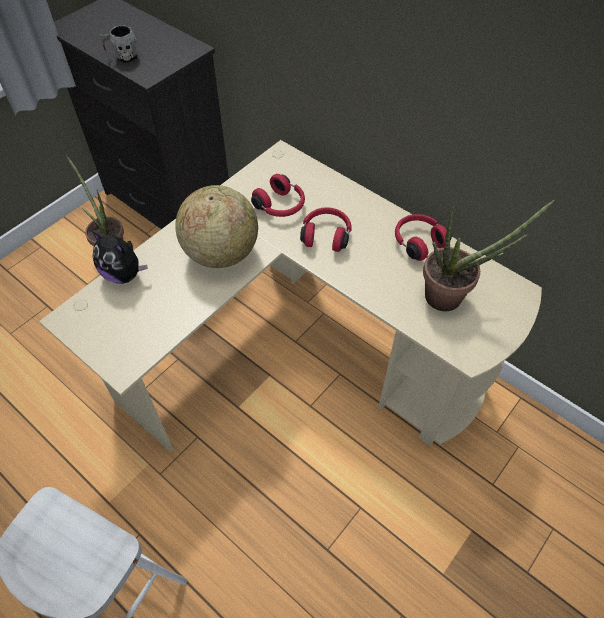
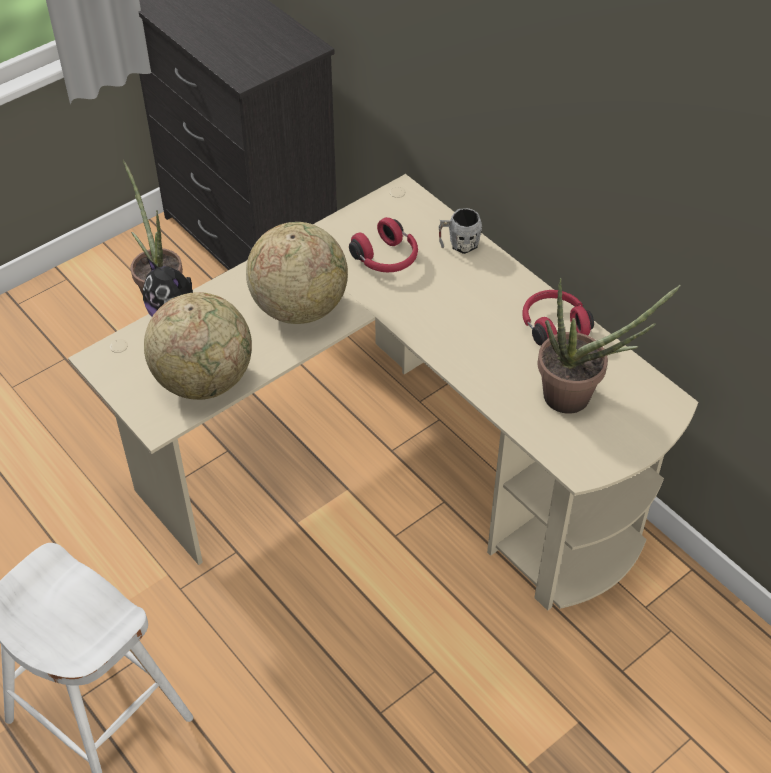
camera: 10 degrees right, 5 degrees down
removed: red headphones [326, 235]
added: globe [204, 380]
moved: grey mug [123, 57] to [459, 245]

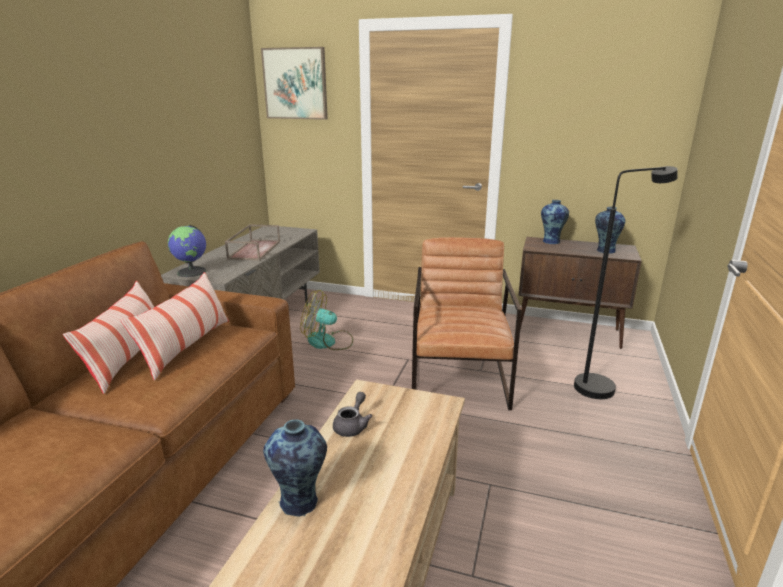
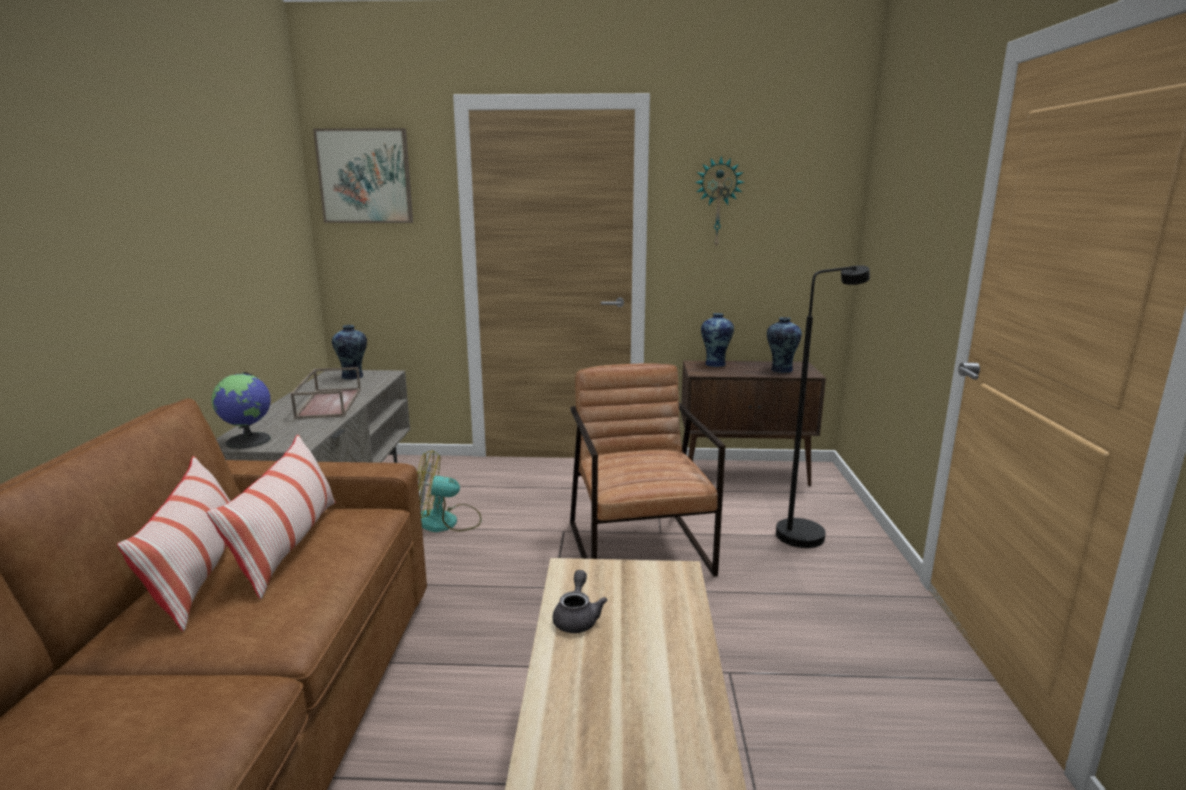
camera: 15 degrees left, 5 degrees down
added: wall clock [718, 202]
moved: vase [300, 503] to [353, 377]

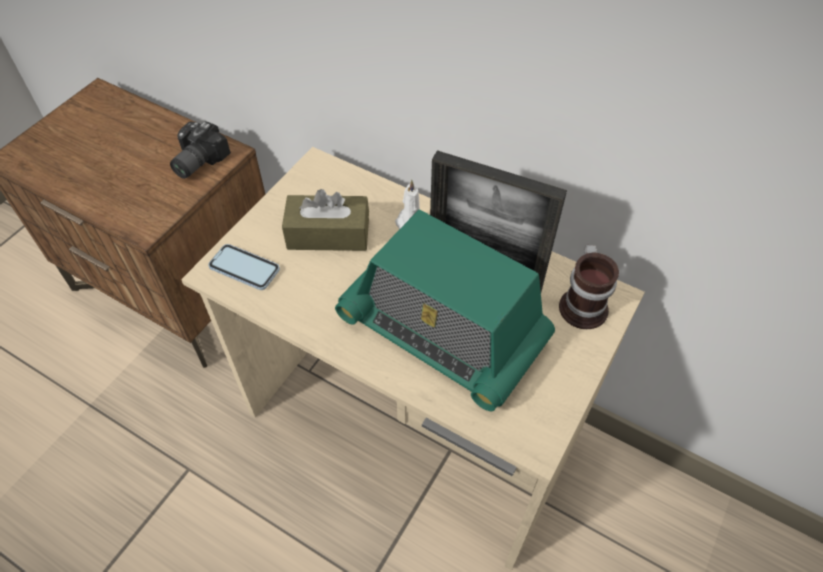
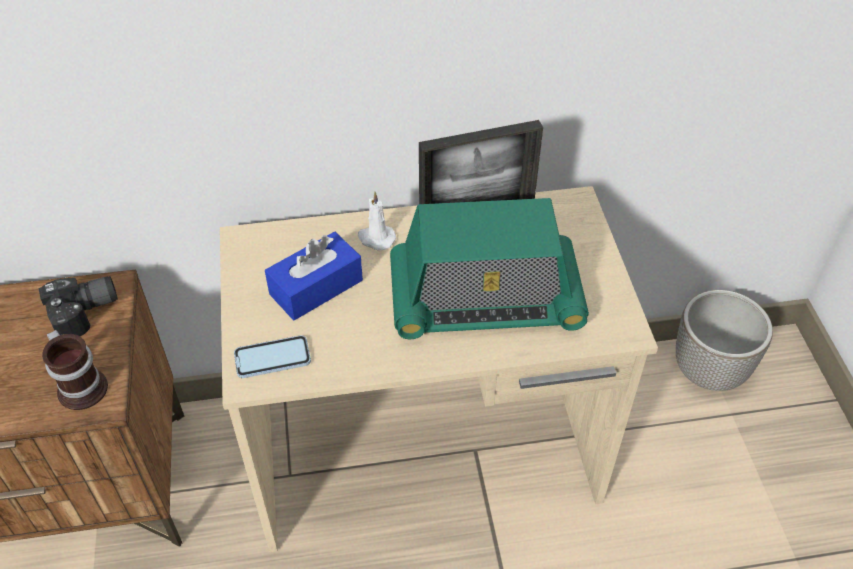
camera: 40 degrees left, 5 degrees down
added: planter [707, 370]
moved: mug [585, 304] to [82, 384]
recoloured: brown tissue box [328, 234] to blue tissue box [316, 287]
turned: photo camera [196, 161] = [86, 314] 105 degrees counterclockwise

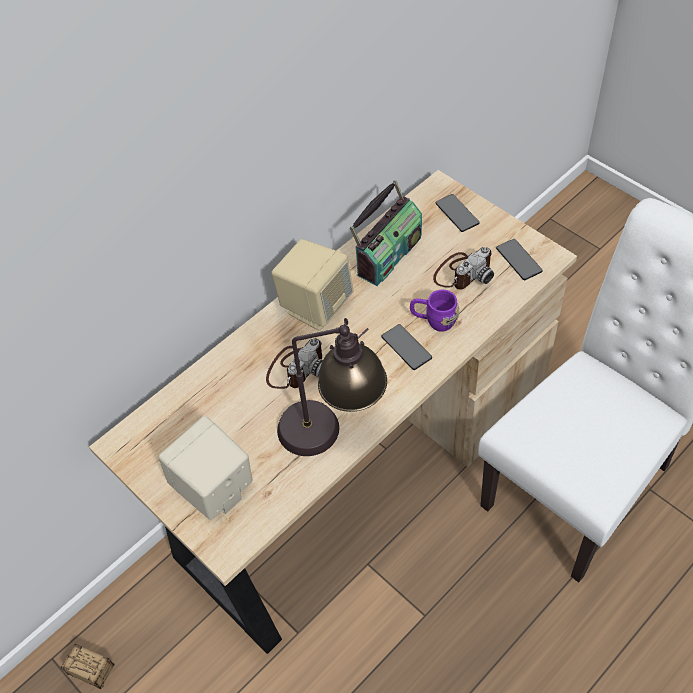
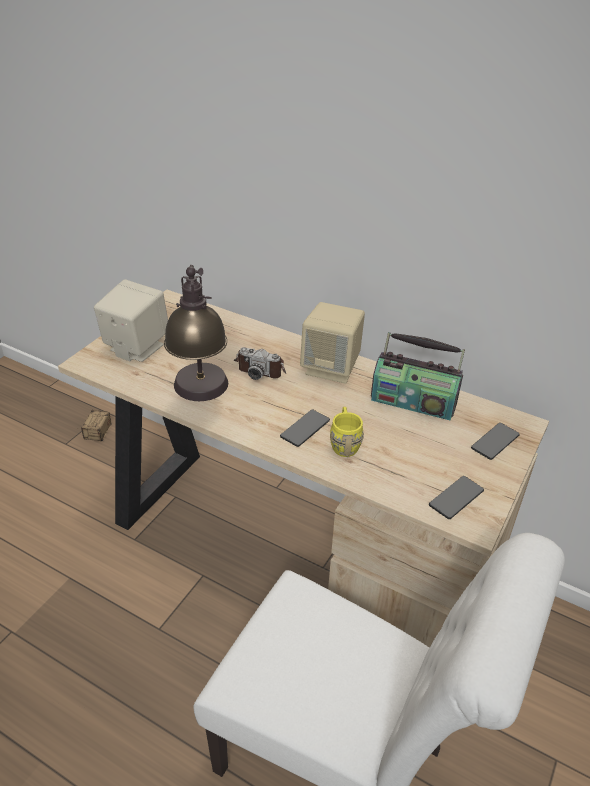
camera: 70 degrees right, 15 degrees down
removed: photo camera [463, 272]
recoloured: purple mug [434, 321] to yellow mug [344, 443]

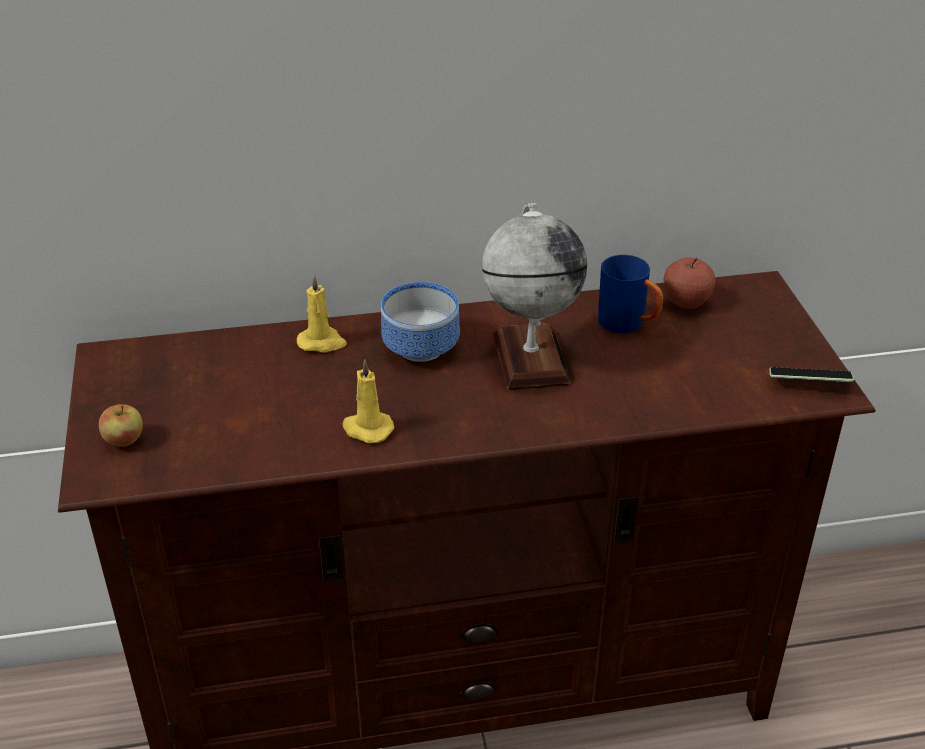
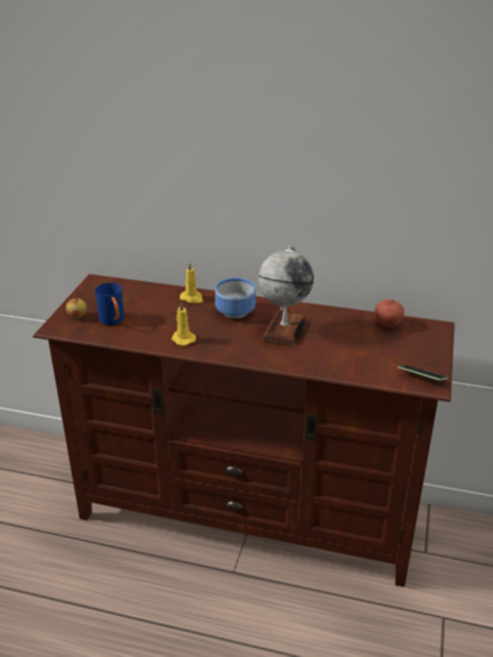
camera: 25 degrees right, 5 degrees down
moved: blue mug [629, 324] to [113, 321]

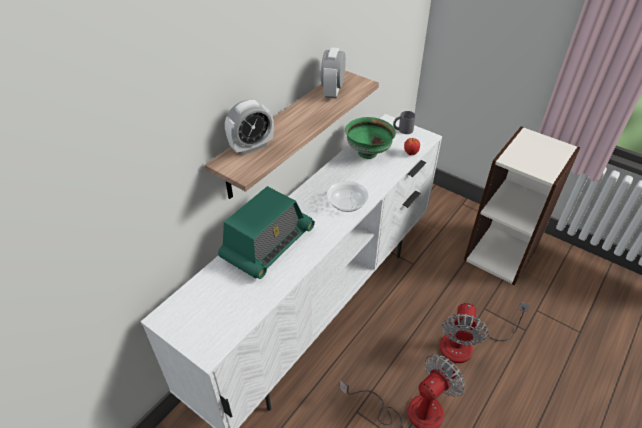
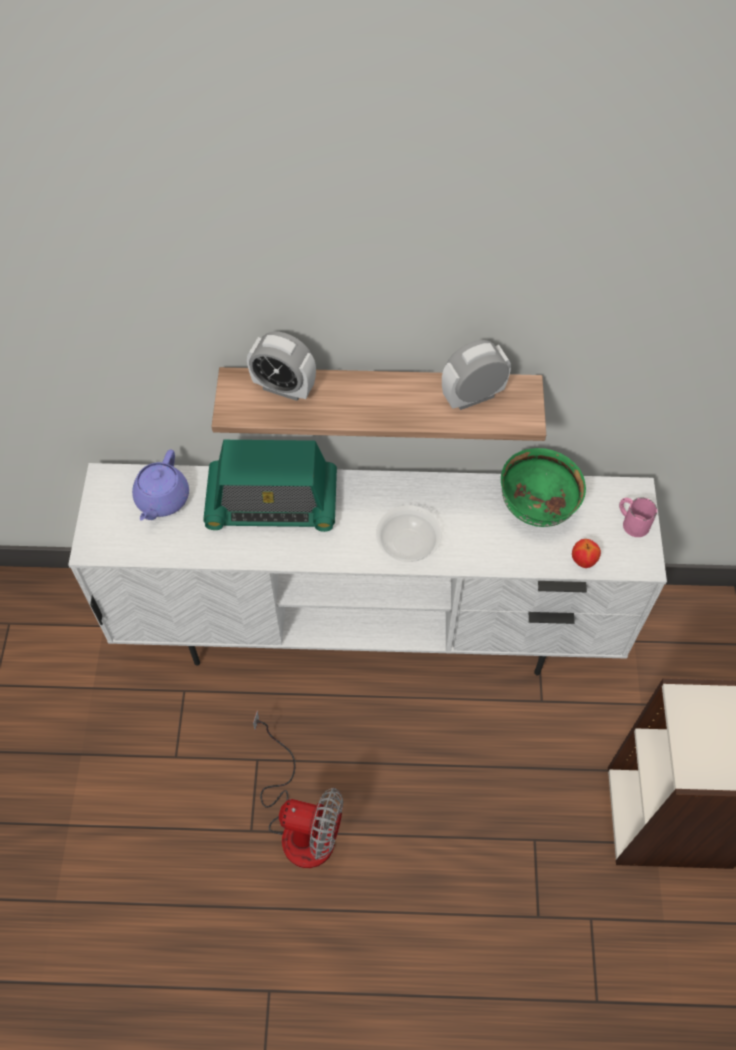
camera: 55 degrees right, 15 degrees up
removed: fan [467, 344]
added: purple teapot [162, 500]
recoloured: grey mug [402, 130] to pink mug [631, 522]

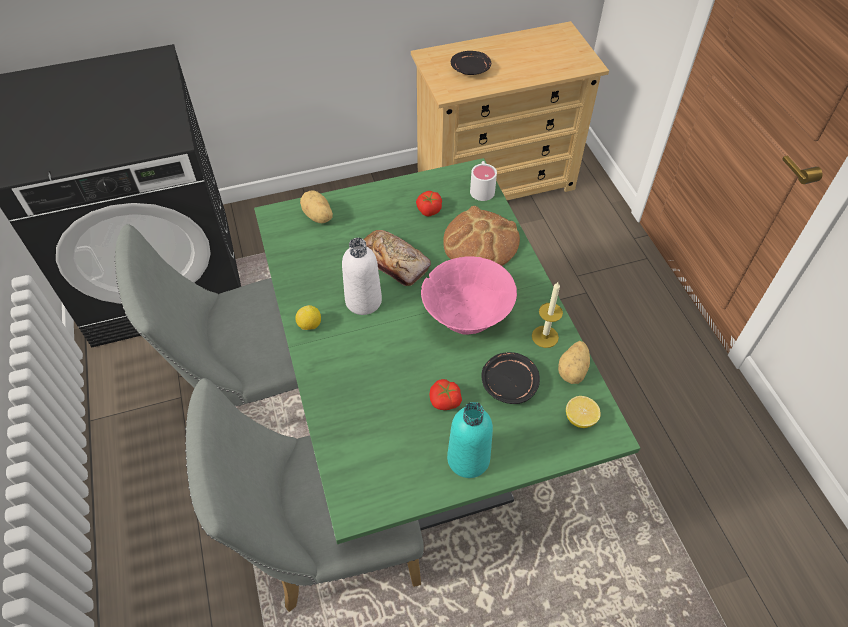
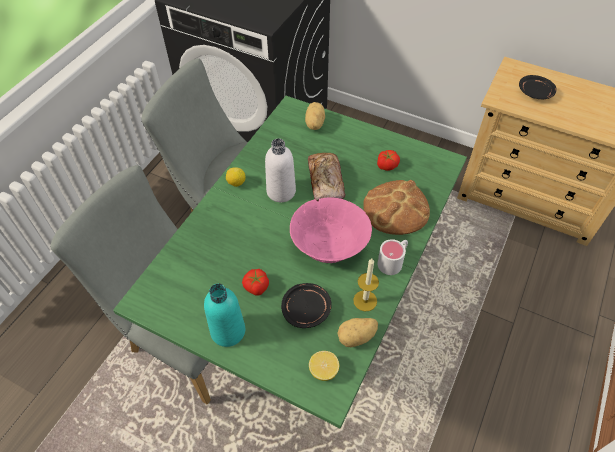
camera: 45 degrees right, 0 degrees up
moved: white mug [482, 188] to [393, 261]

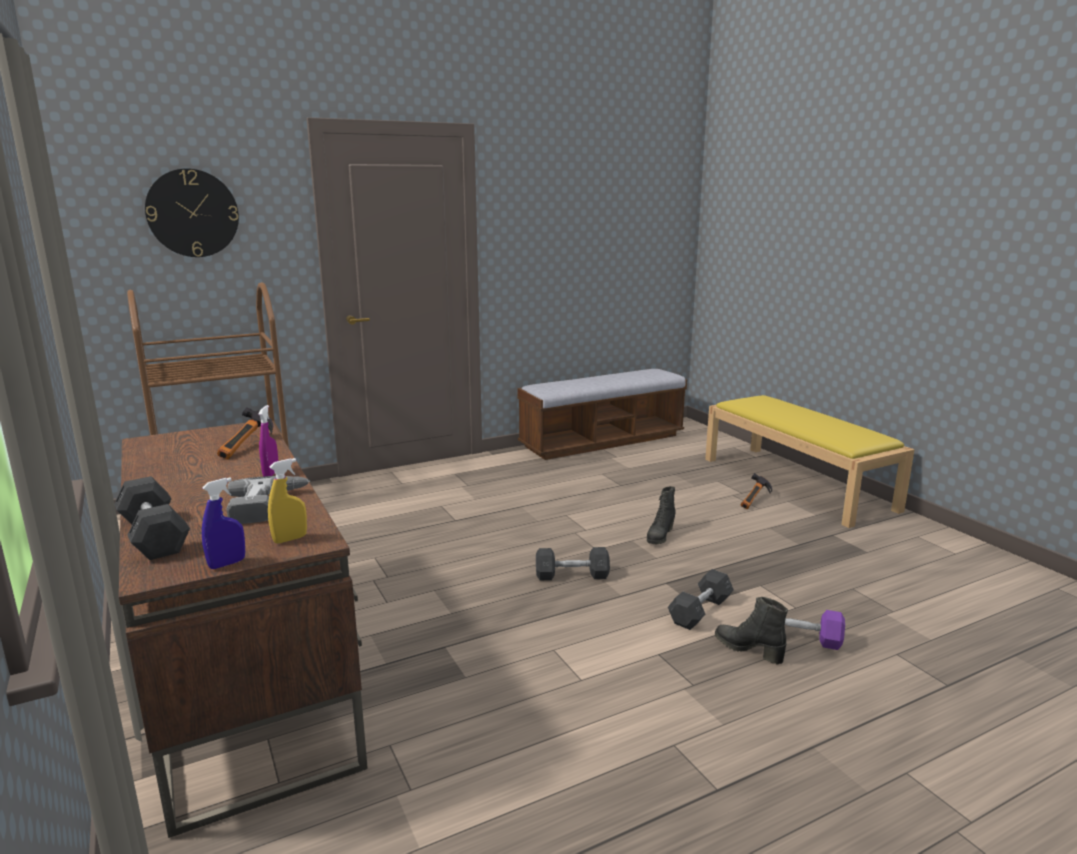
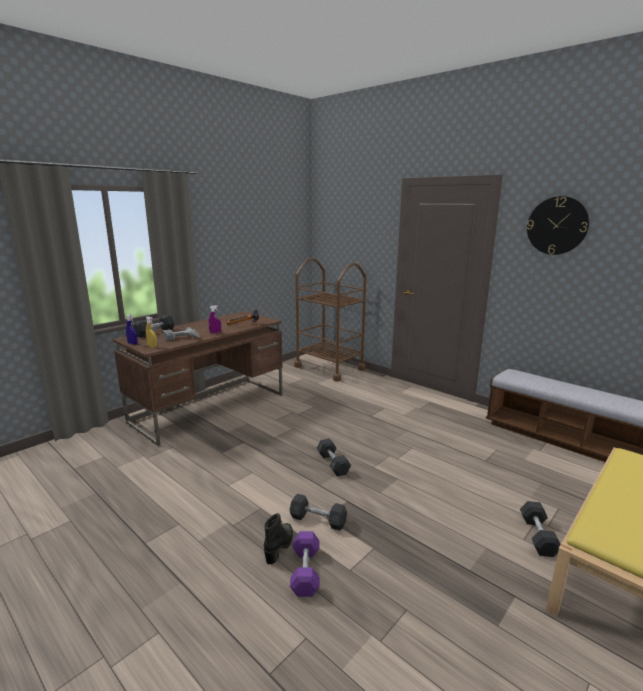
camera: 70 degrees right, 0 degrees up
removed: black boot [660, 536]
moved: wall clock [192, 213] to [557, 225]
replaced: hammer [756, 501] to grey dumbbell [538, 536]

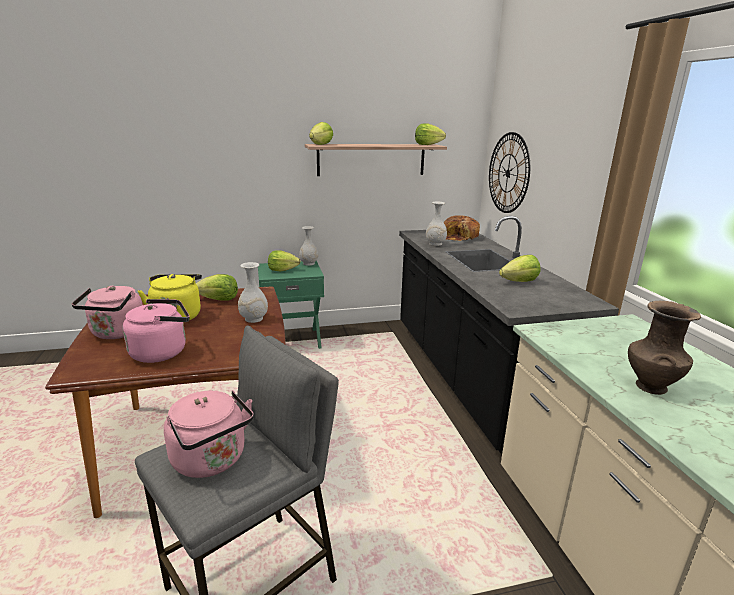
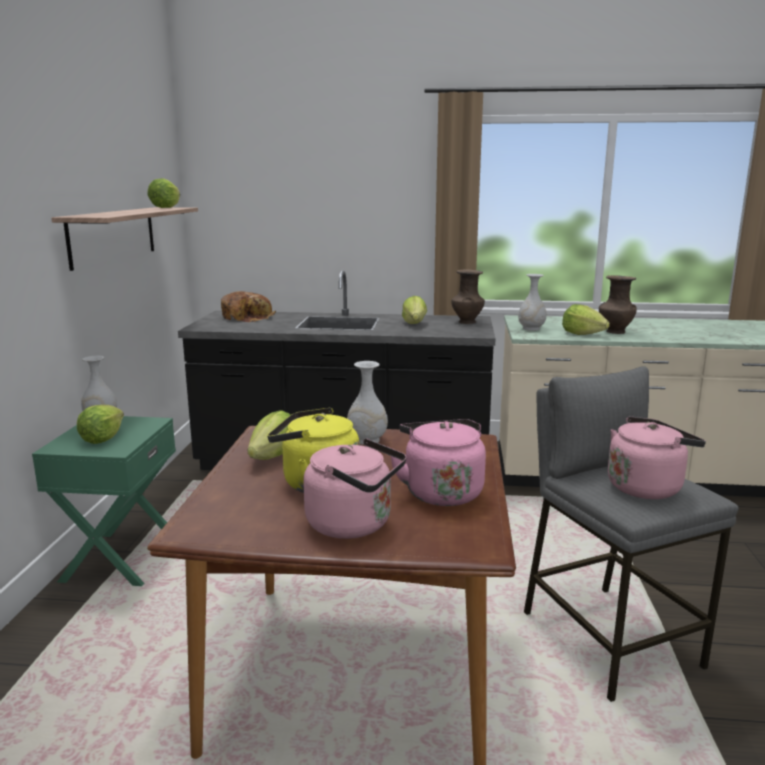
camera: 70 degrees left, 5 degrees down
removed: wall clock [508, 173]
added: brown vase [467, 322]
moved: white vase [435, 244] to [531, 329]; lettuce [320, 144] to [582, 334]

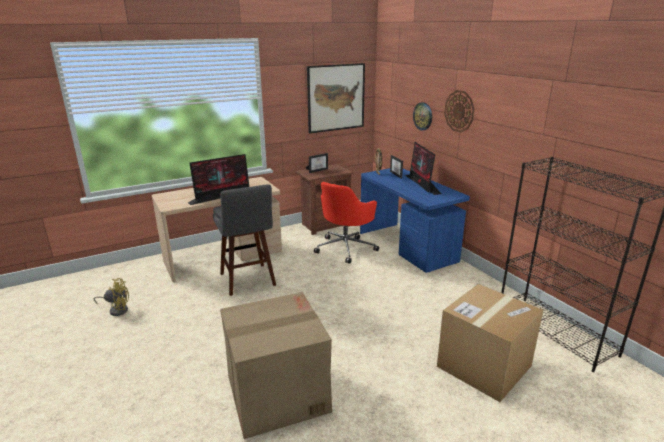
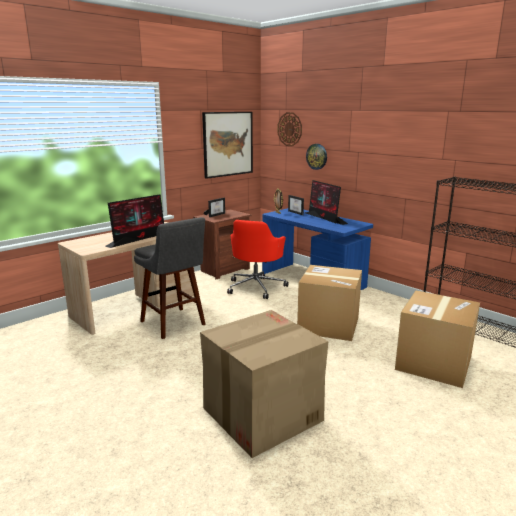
camera: 15 degrees left, 5 degrees down
removed: yellow fan [117, 309]
added: cardboard box [328, 325]
moved: wall clock [459, 111] to [289, 129]

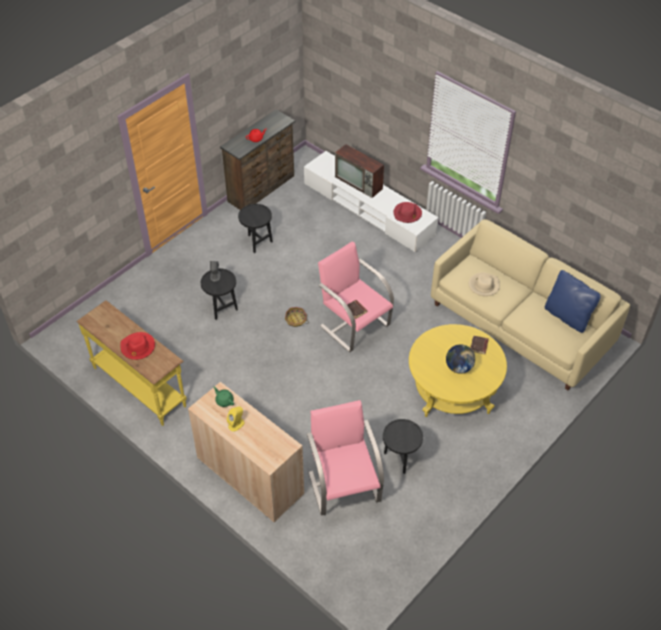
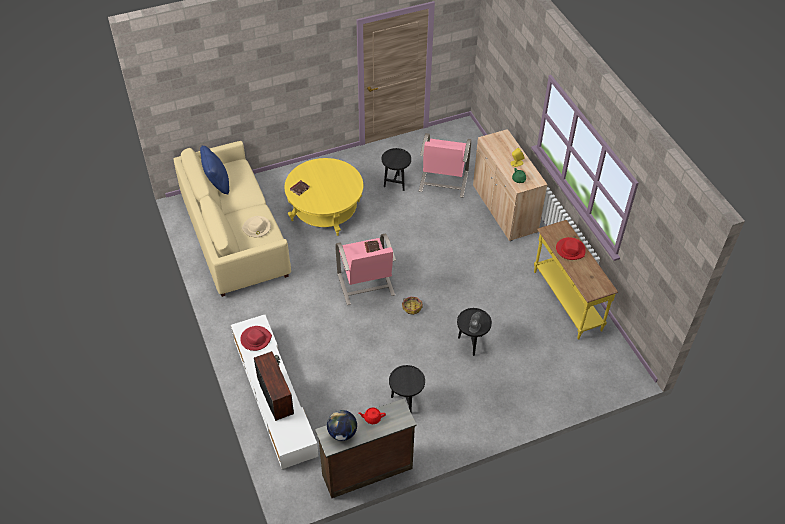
camera: 155 degrees left, 0 degrees up
moved: globe [459, 367] to [342, 433]

